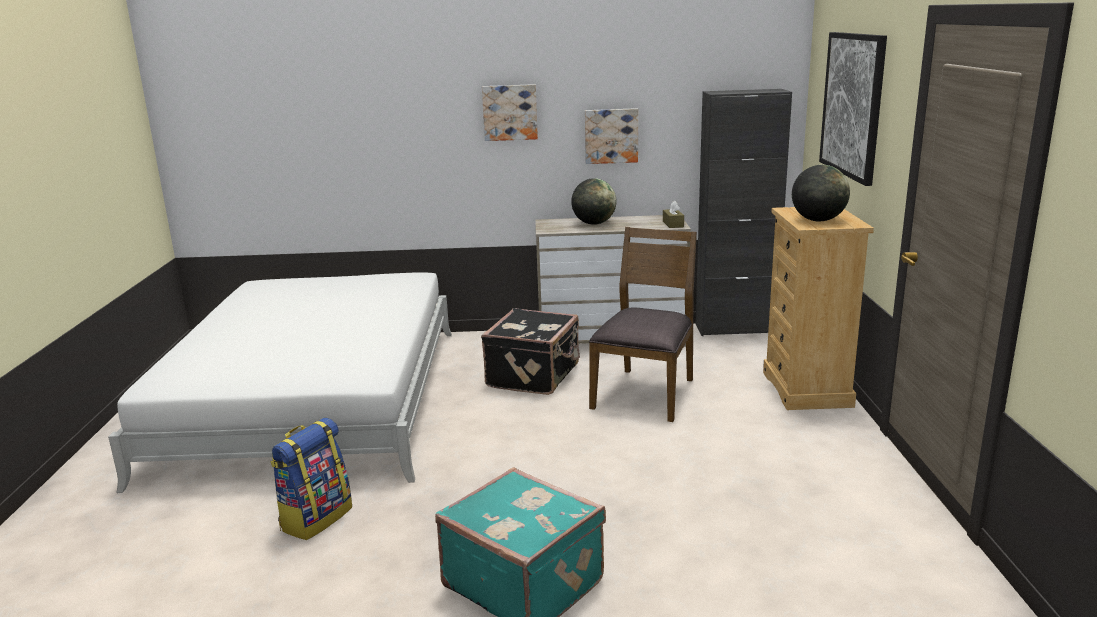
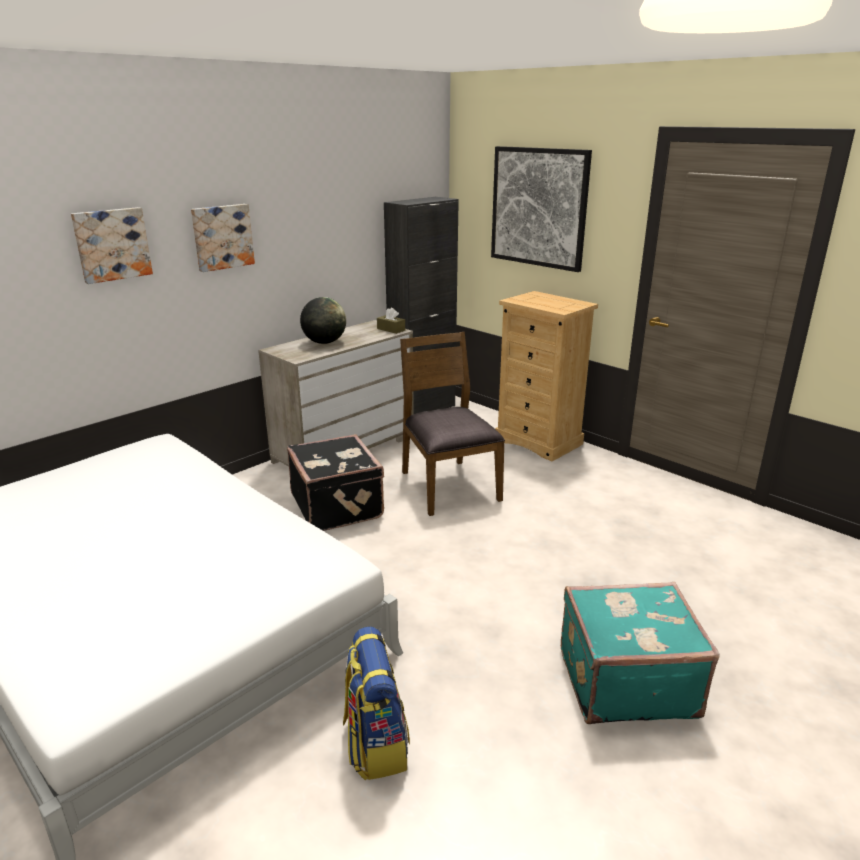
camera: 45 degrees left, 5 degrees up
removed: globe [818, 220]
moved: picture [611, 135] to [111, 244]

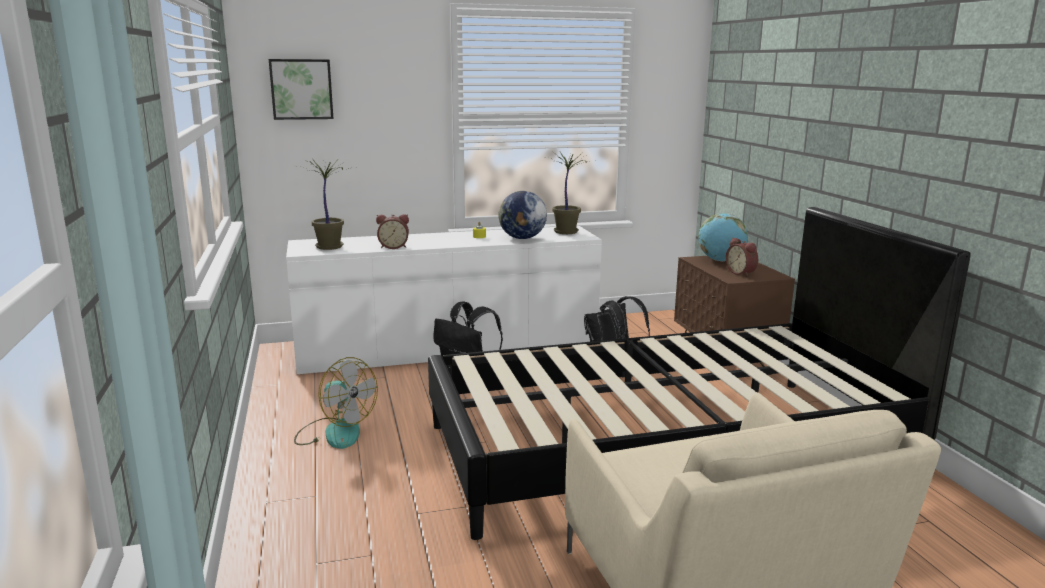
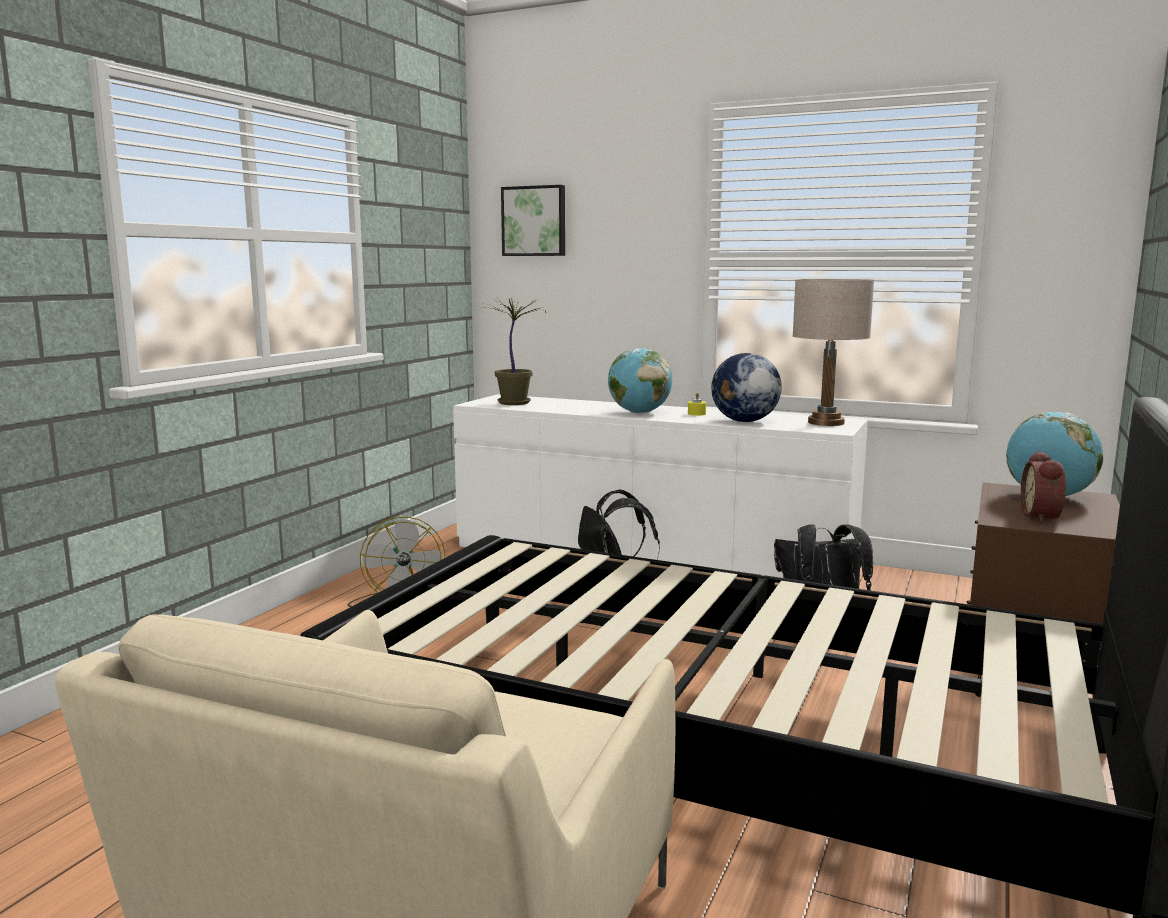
camera: 40 degrees right, 5 degrees down
removed: alarm clock [393, 247]
added: globe [639, 413]
replaced: potted plant [566, 231] to beige table lamp [826, 422]

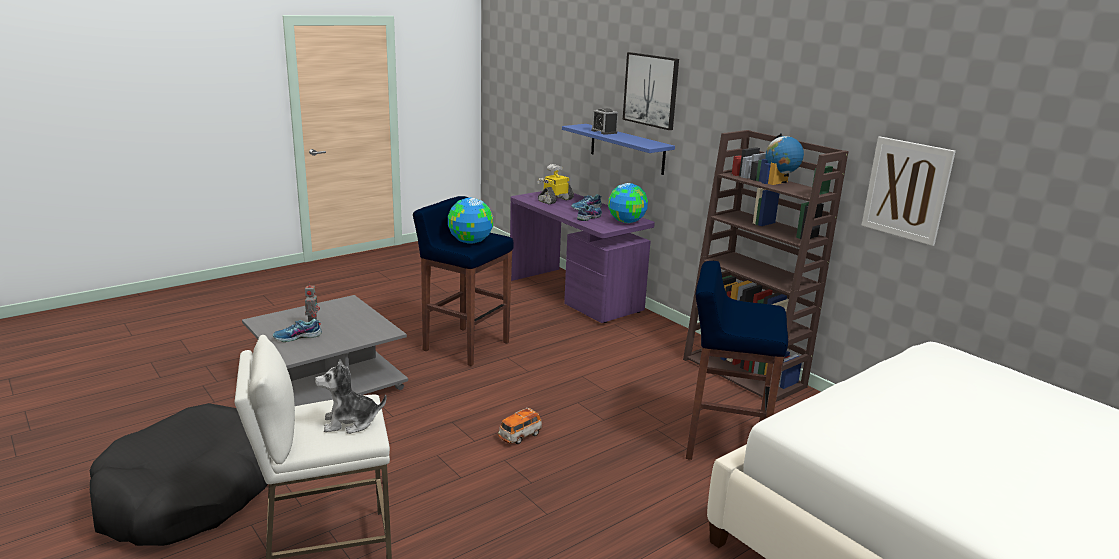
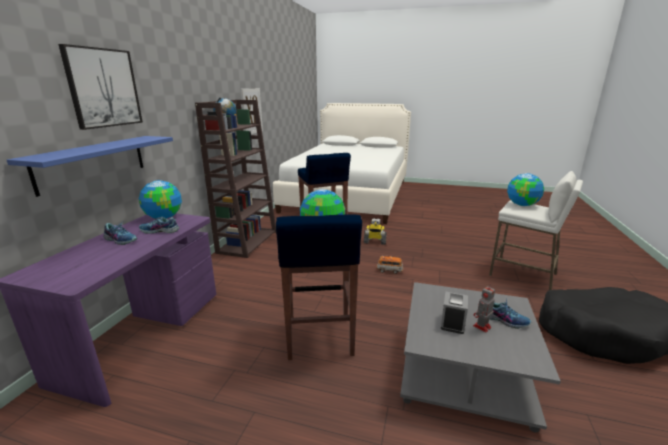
camera: 125 degrees left, 0 degrees up
moved: toy robot [555, 200] to [374, 242]; alarm clock [604, 132] to [452, 322]
replaced: plush toy [350, 422] to globe [522, 204]

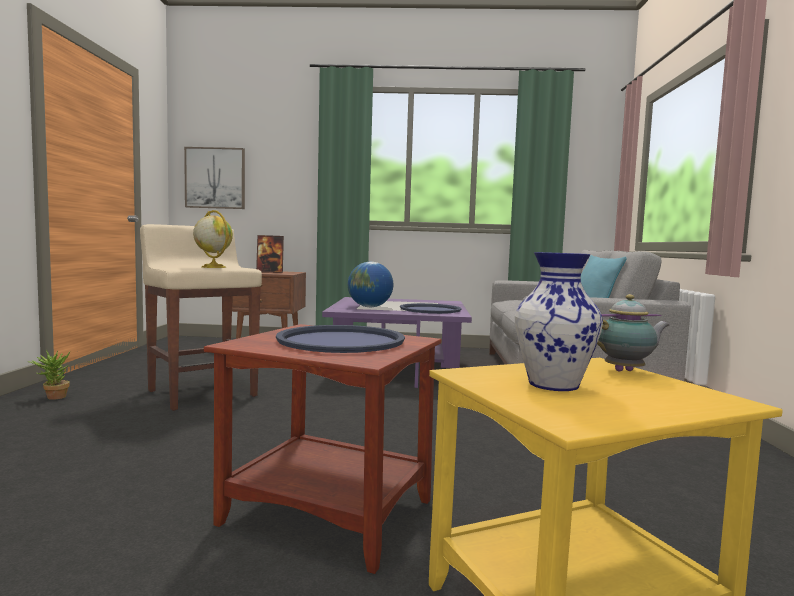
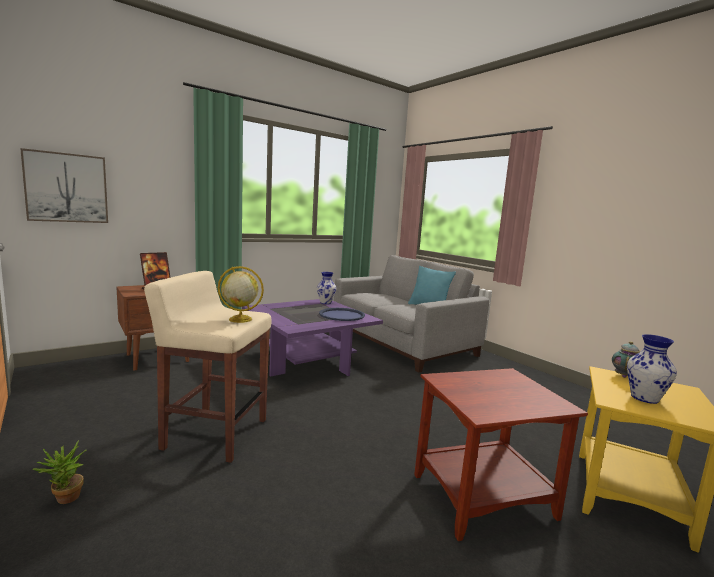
camera: 40 degrees left, 5 degrees up
removed: blue tray [341, 341]; globe [369, 307]
added: vase [325, 302]

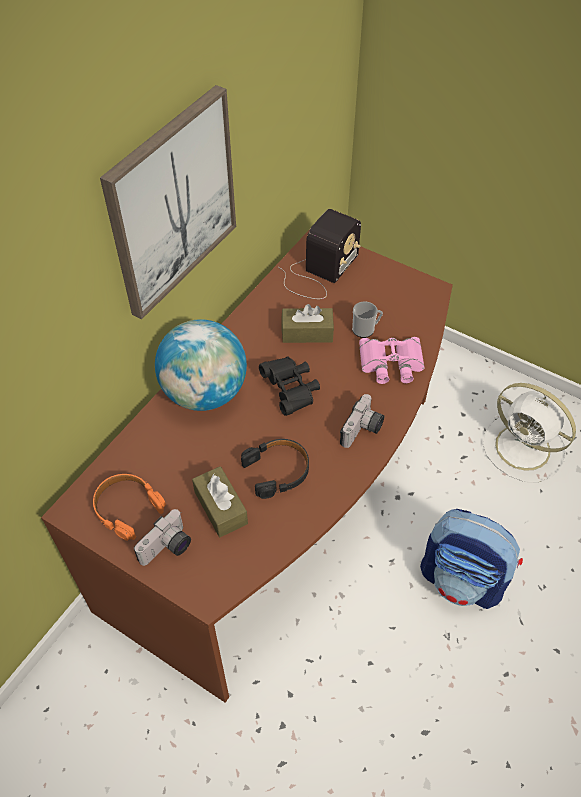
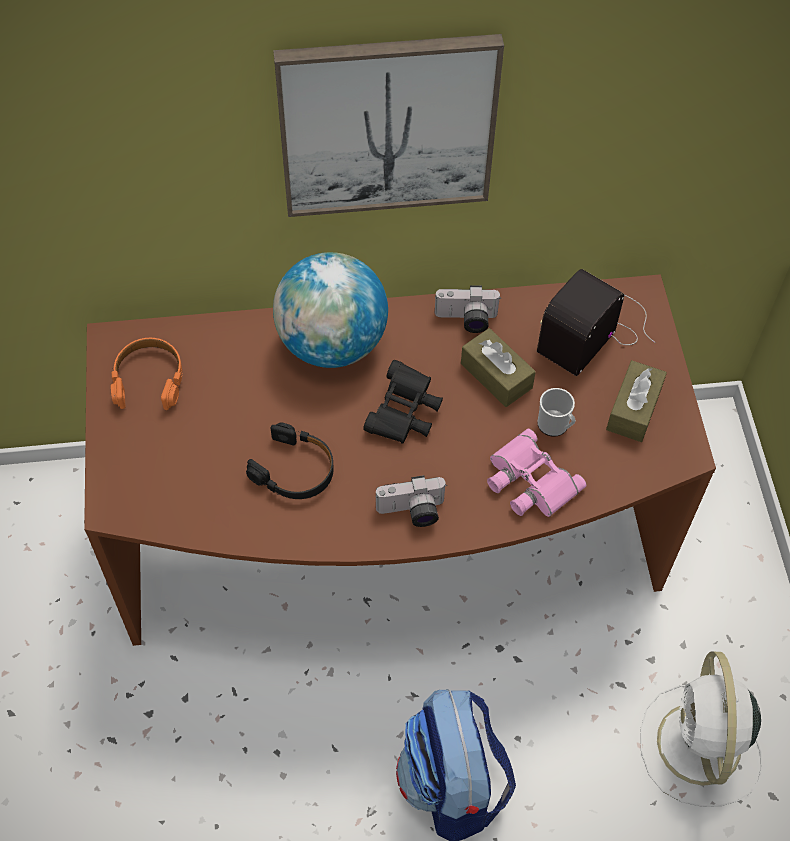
camera: 50 degrees right, 5 degrees up
moved: photo camera [167, 548] to [466, 320]; brown tissue box [220, 507] to [633, 409]
turned: radio [319, 272] = [595, 328] 135 degrees clockwise

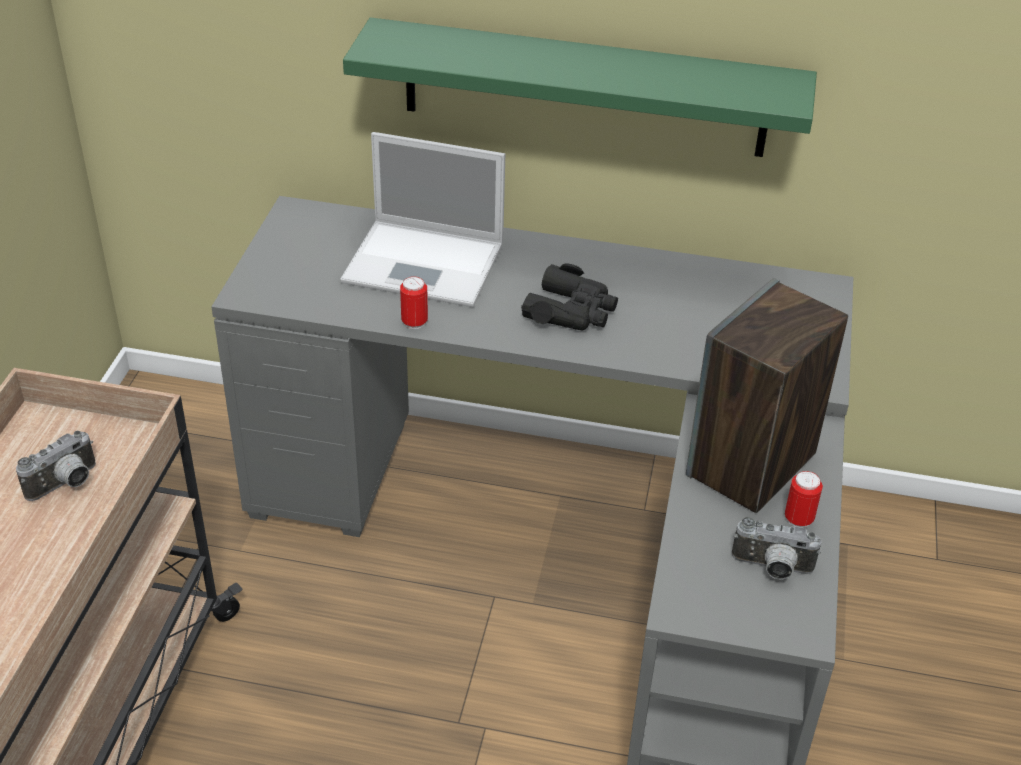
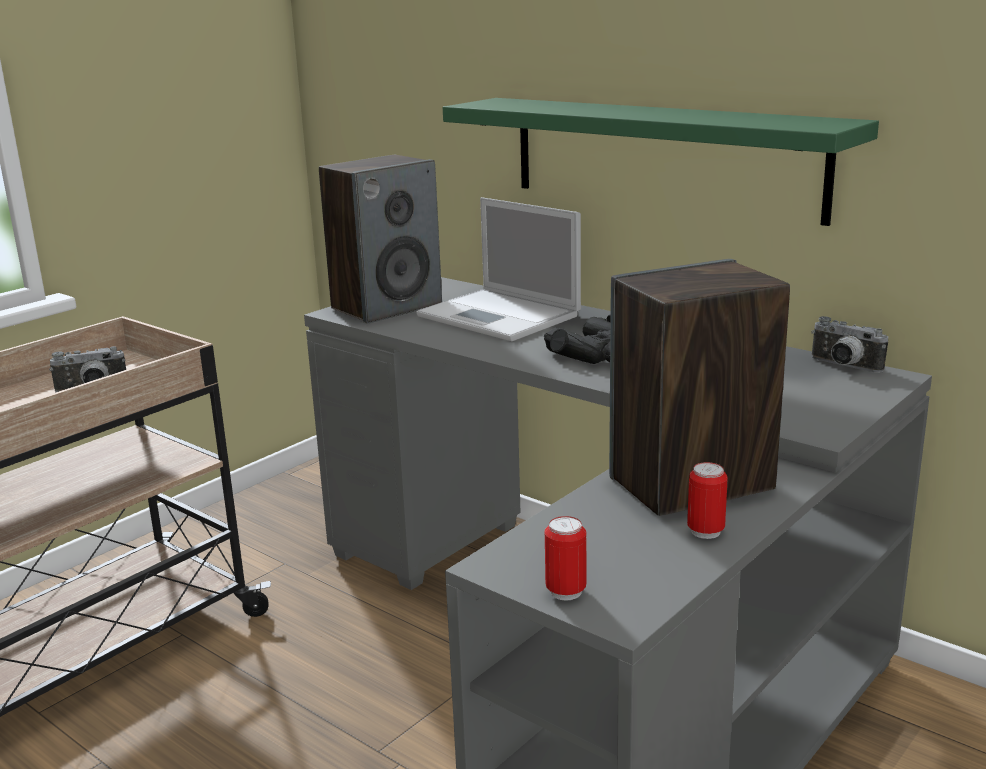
camera: 30 degrees right, 20 degrees down
added: speaker [387, 306]
moved: can [414, 322] to [565, 591]; photo camera [771, 569] to [843, 367]

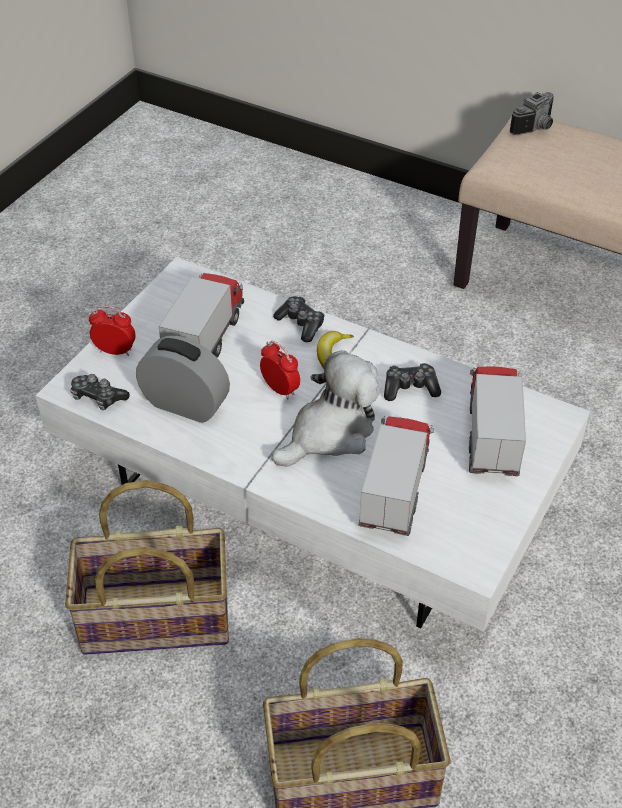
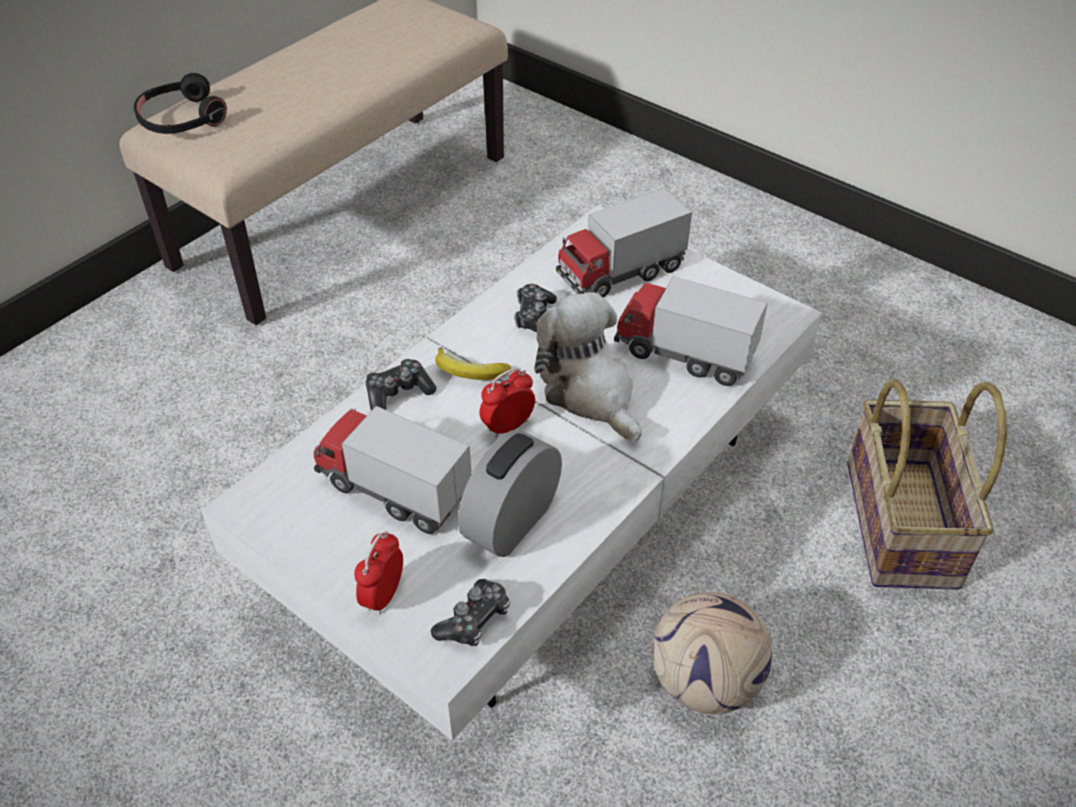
camera: 80 degrees left, 0 degrees up
replaced: photo camera [536, 128] to black headphones [181, 119]; basket [155, 619] to football [706, 682]
turned: toy truck [492, 437] = [620, 273] 45 degrees counterclockwise

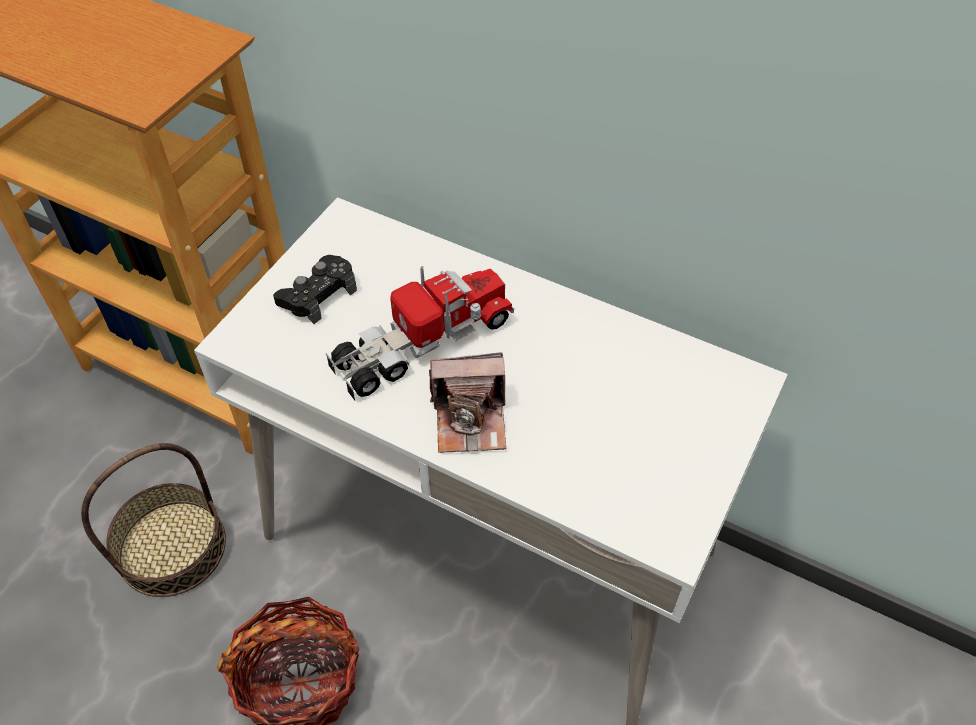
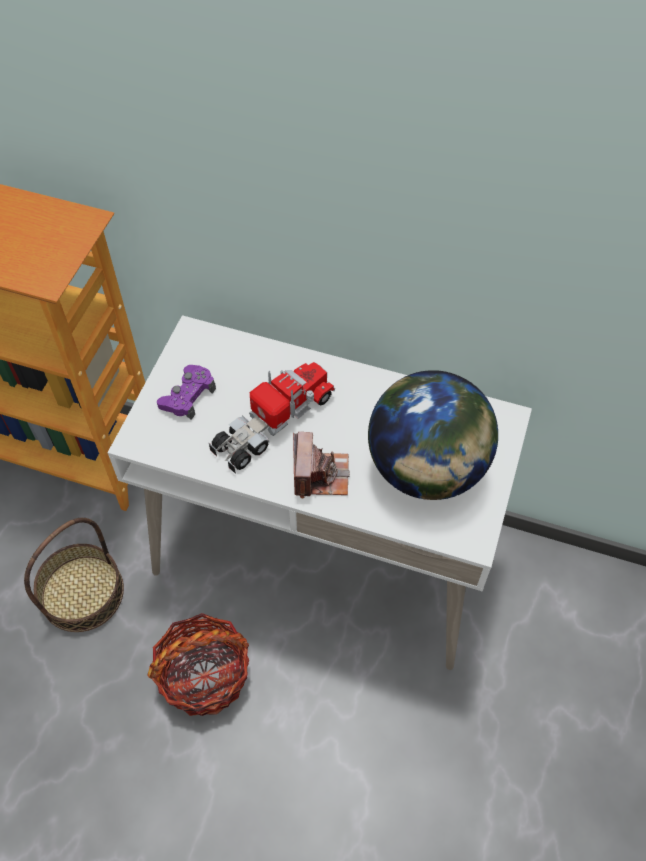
camera: 10 degrees left, 5 degrees up
added: globe [426, 468]
recoloured: black game controller [318, 295] to purple game controller [188, 396]
turned: photo camera [470, 419] = [320, 474] 75 degrees counterclockwise

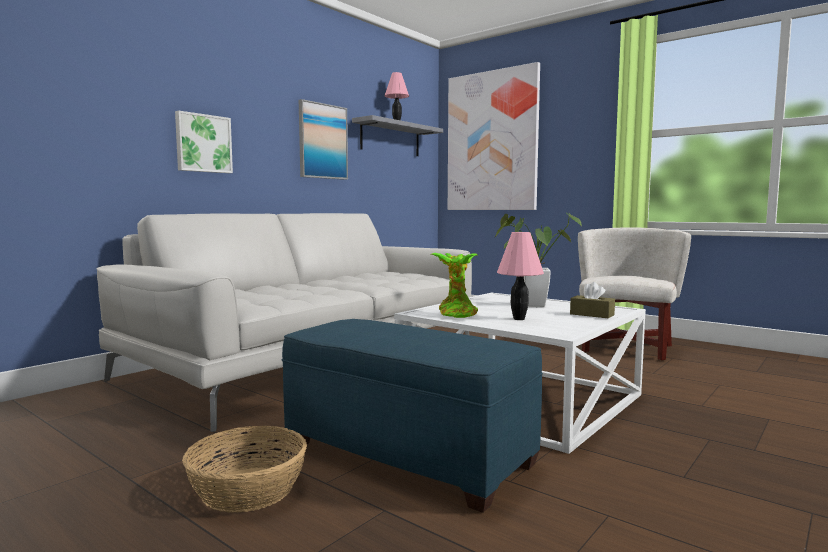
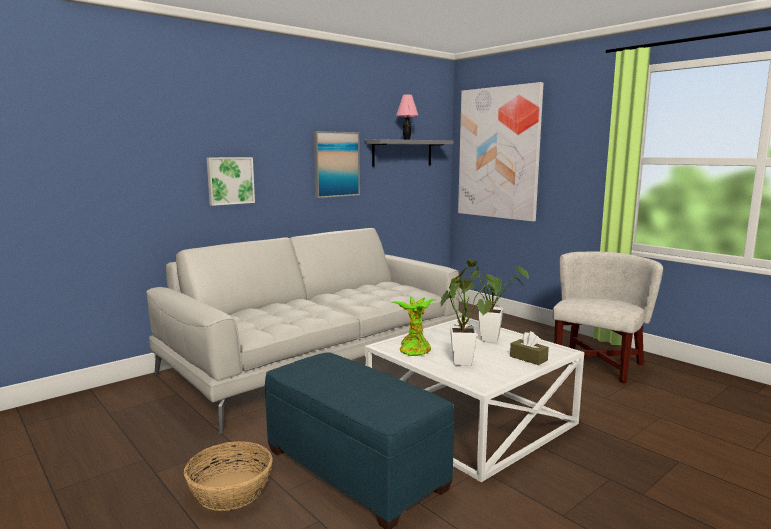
camera: 10 degrees right, 5 degrees up
replaced: pink table lamp [519, 319] to potted plant [462, 360]

